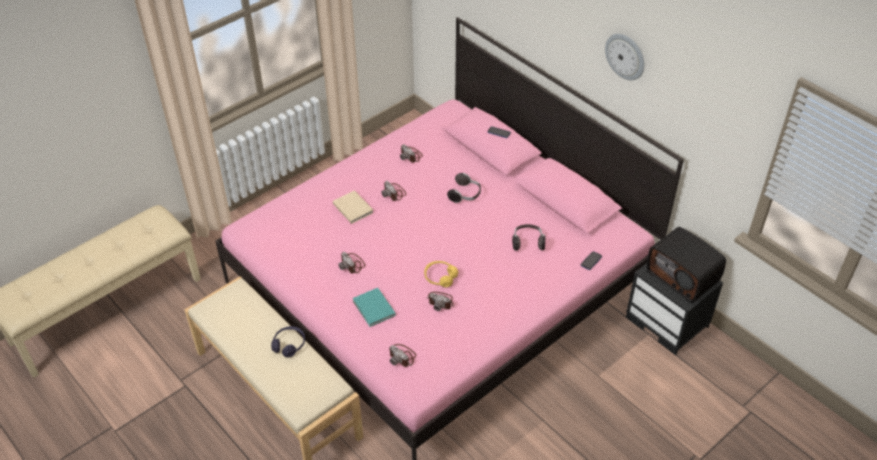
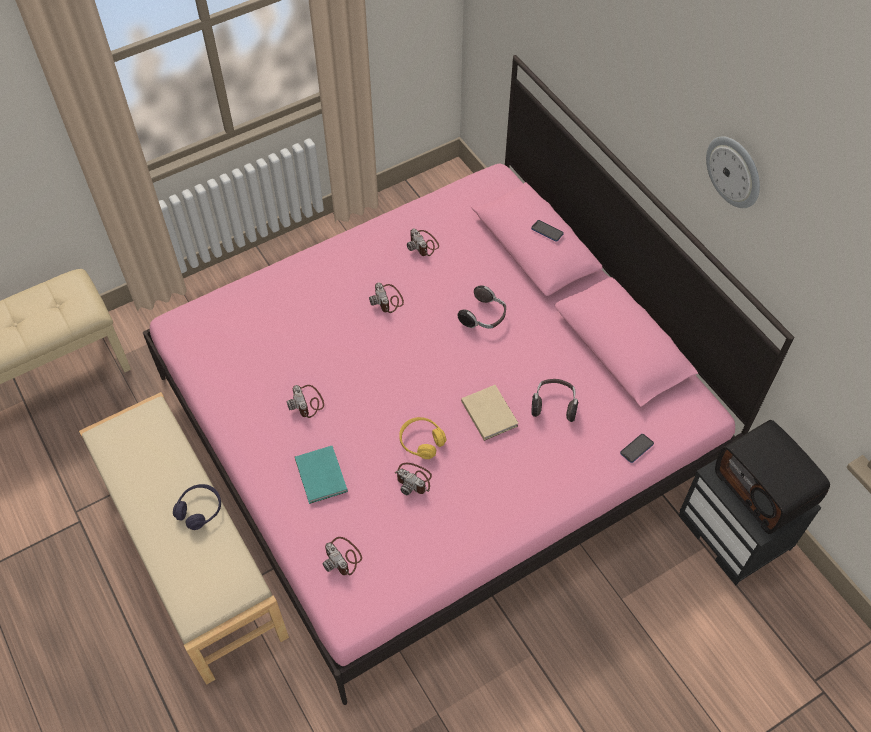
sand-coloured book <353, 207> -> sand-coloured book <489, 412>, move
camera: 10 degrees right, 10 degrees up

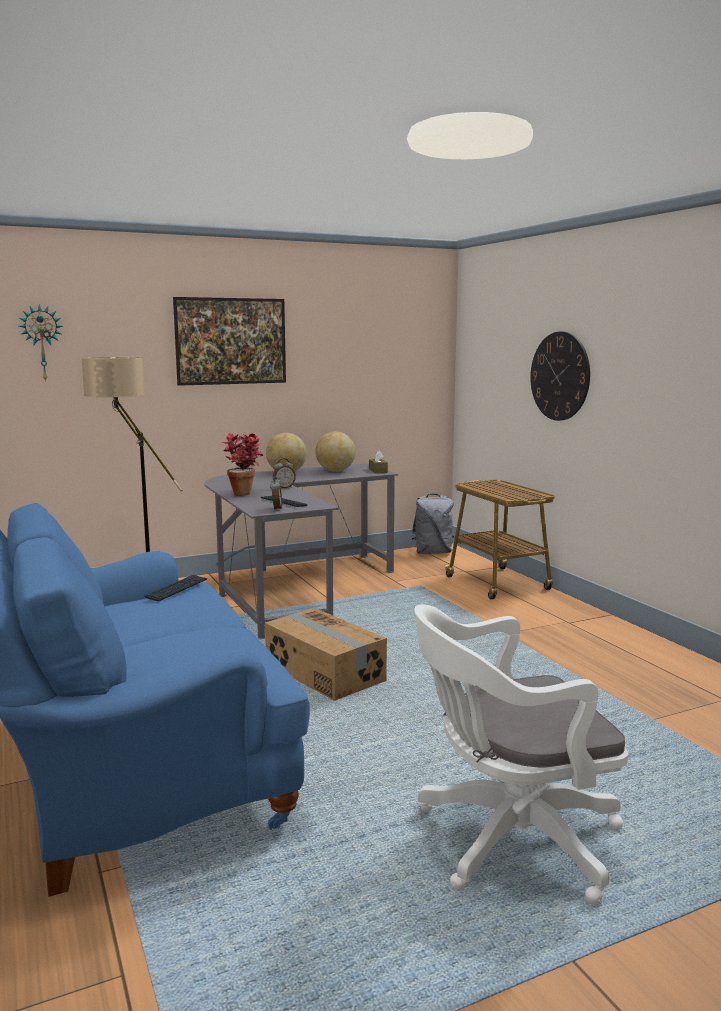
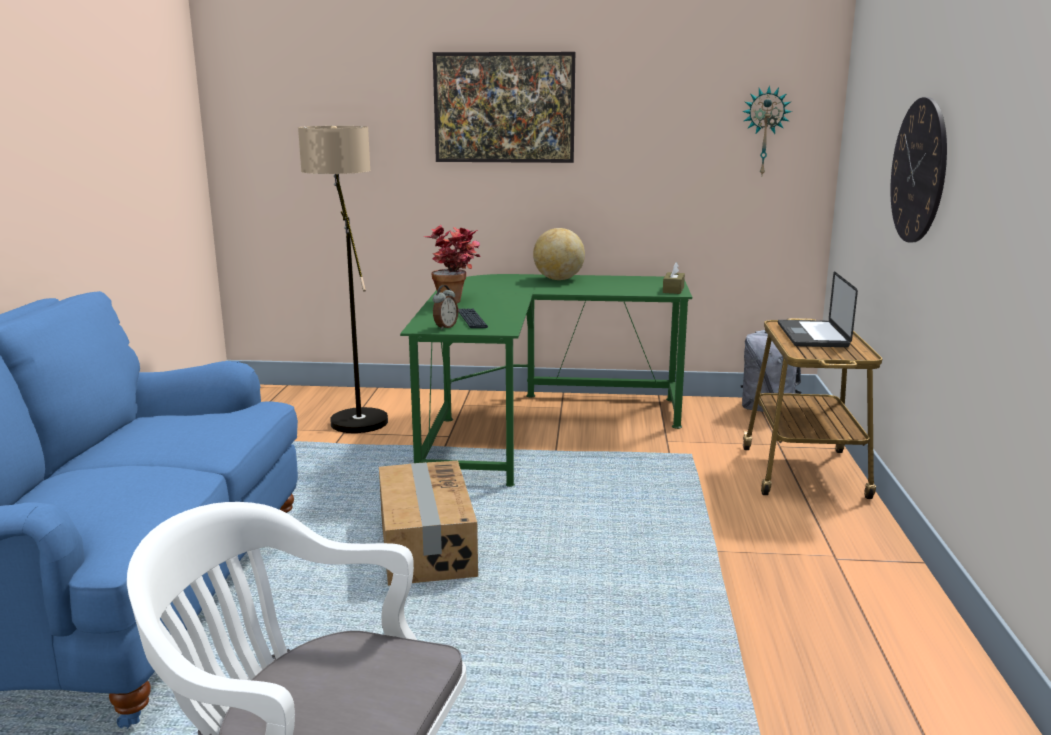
hanging clock <42, 343> -> hanging clock <764, 131>, move
computer keyboard <177, 589> -> none
gray desk table <292, 588> -> green-coloured desk table <534, 425>
bedside clock <284, 488> -> none
globe <335, 471> -> none
none -> laptop <812, 335>
camera: 30 degrees right, 5 degrees up

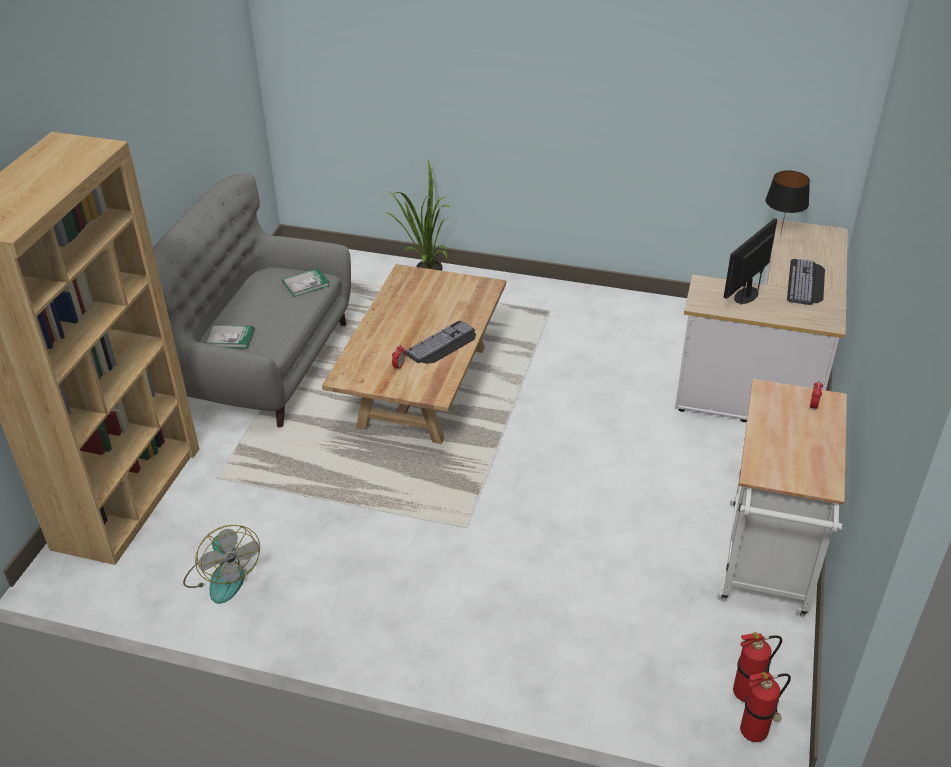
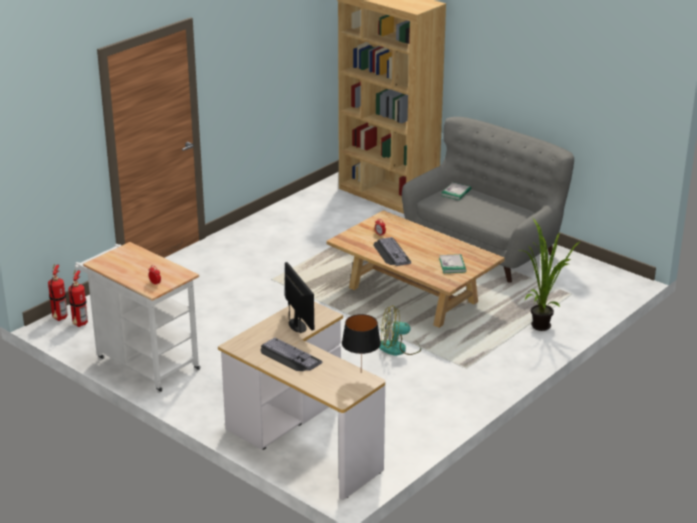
fan <222, 576> -> fan <399, 348>, move
book <306, 284> -> book <452, 265>, move
camera: 115 degrees right, 10 degrees down

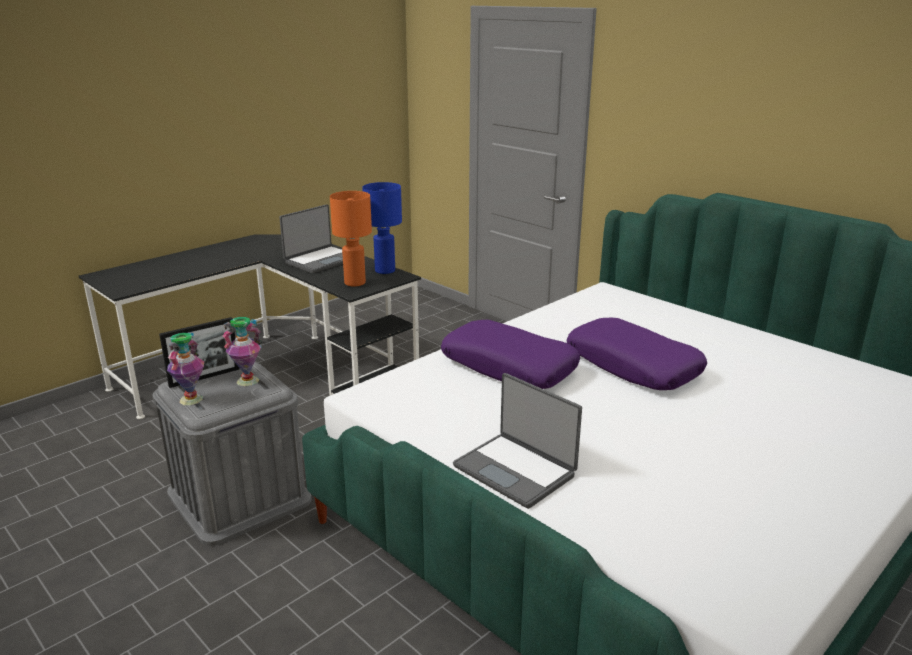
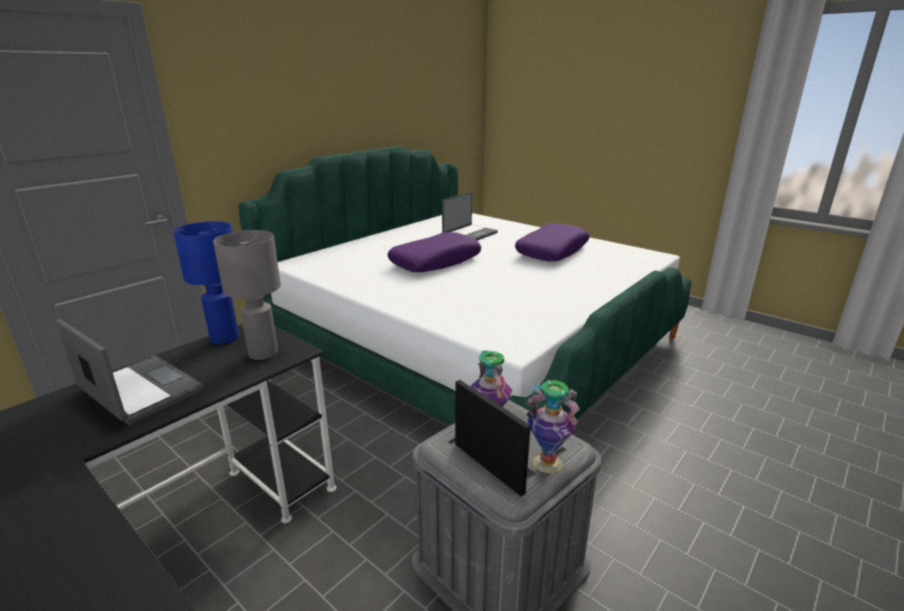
orange-coloured lamp for a table <354, 283> -> gray lamp for a table <262, 353>
purplish throw pillow <509, 366> -> purplish throw pillow <552, 251>, move
laptop <516, 470> -> laptop <469, 234>, move
camera: 95 degrees left, 0 degrees up

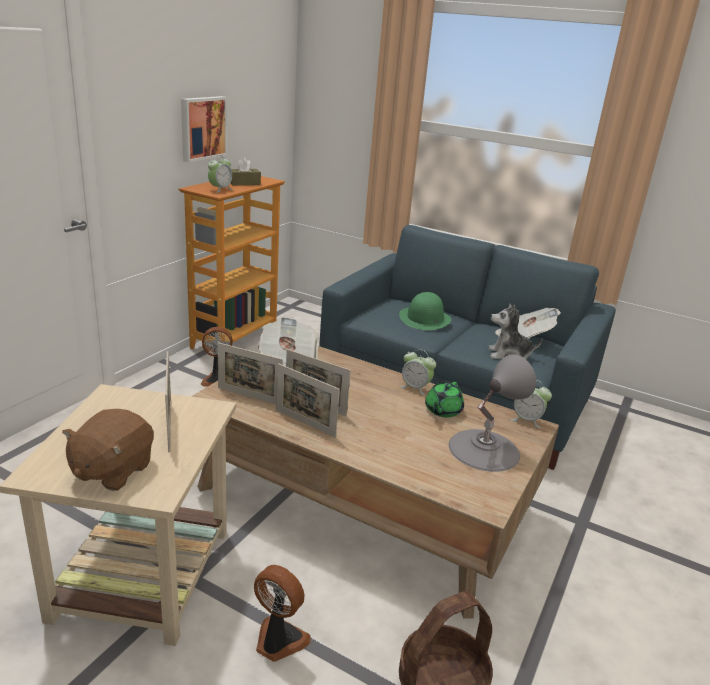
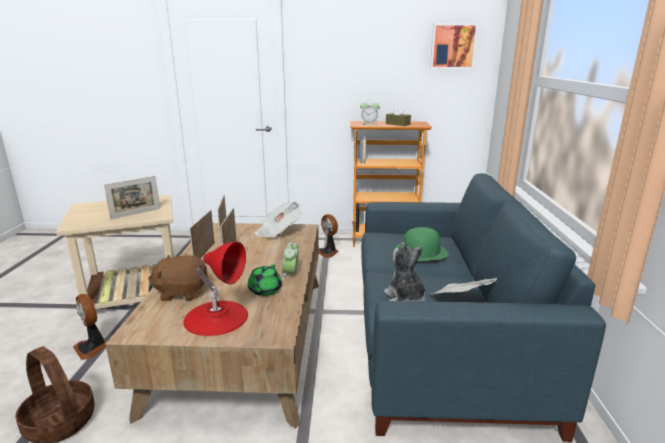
brown-coloured plush toy <111, 470> -> brown-coloured plush toy <182, 292>, move
wall art <202, 128> -> wall art <452, 46>, move
fan <278, 641> -> fan <92, 347>, 135 degrees clockwise
green-coloured tea pot <442, 411> -> green-coloured tea pot <264, 290>, 75 degrees counterclockwise
gray lamp for a table <484, 449> -> red lamp for a table <216, 317>
bedside clock <526, 420> -> none
camera: 65 degrees right, 5 degrees down

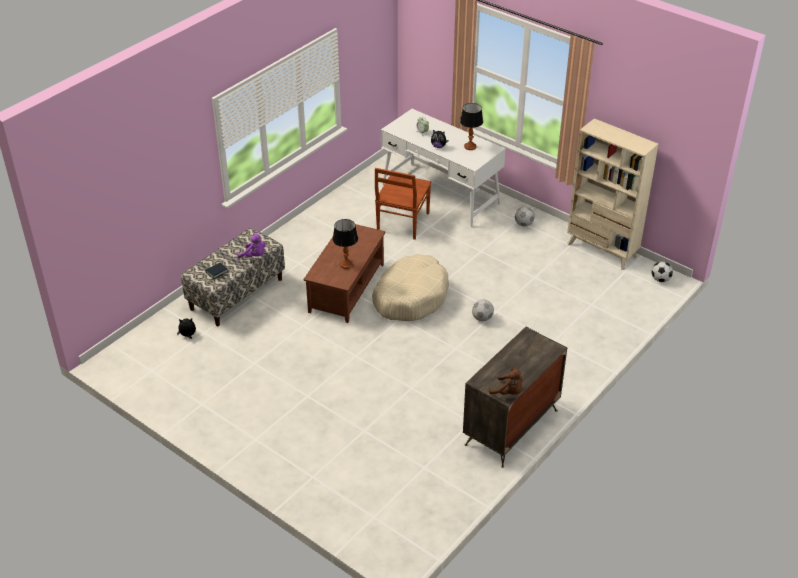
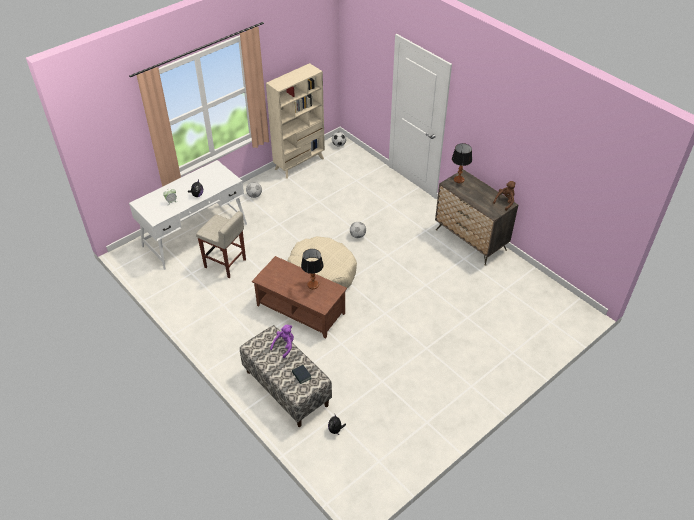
brown-coloured chair <402, 223> -> sand-coloured stool seat <225, 264>
lamp for a table <470, 146> -> lamp for a table <459, 180>, move
camera: 80 degrees left, 5 degrees up

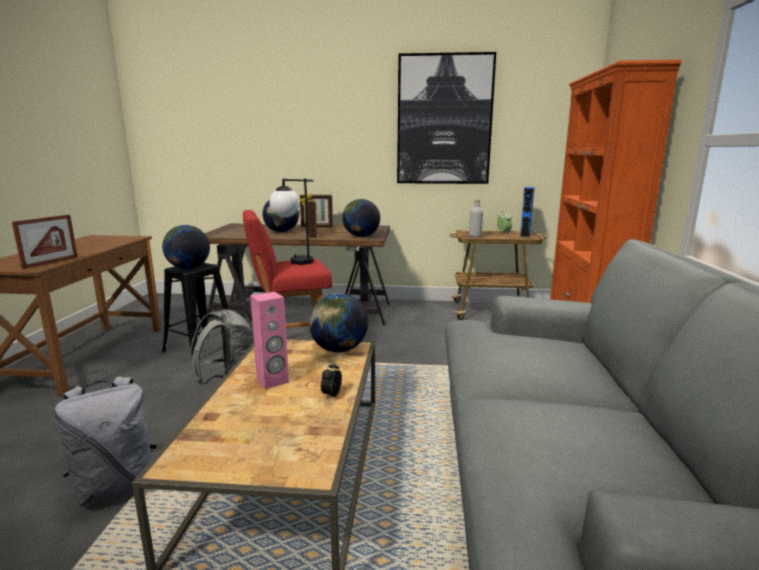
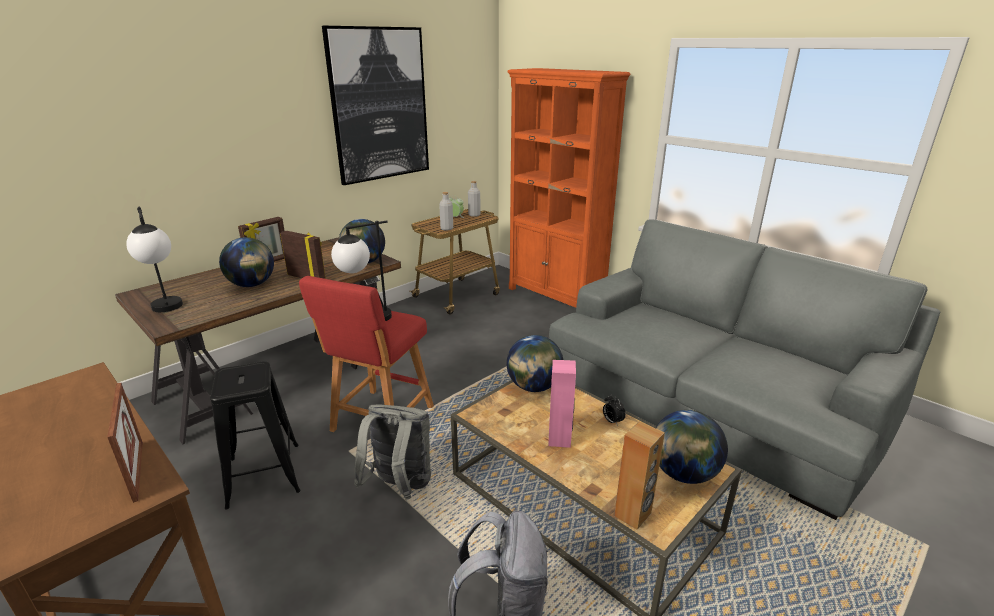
globe <188, 268> -> globe <683, 473>, move
bluish speaker <525, 235> -> gray drink bottle <474, 215>
none -> lamp for a table <168, 310>
none -> brown-coloured speaker <633, 514>
camera: 50 degrees left, 10 degrees up

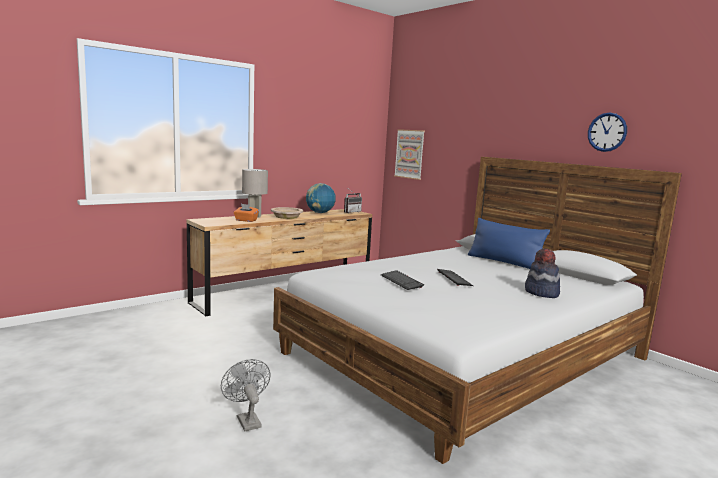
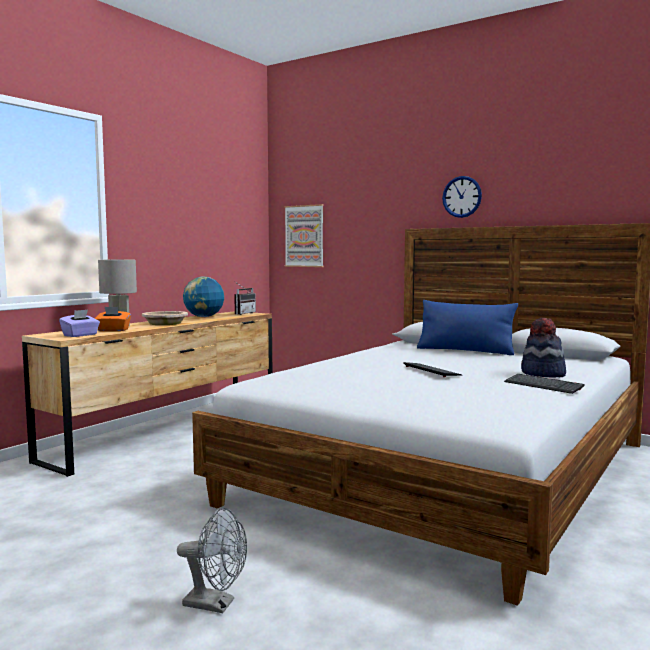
gray fan <246, 420> -> gray fan <216, 604>, 150 degrees clockwise
computer keyboard <401, 281> -> computer keyboard <543, 385>, move
hanging clock <607, 132> -> hanging clock <462, 196>, move
none -> purplish tissue box <80, 335>
camera: 15 degrees left, 5 degrees down

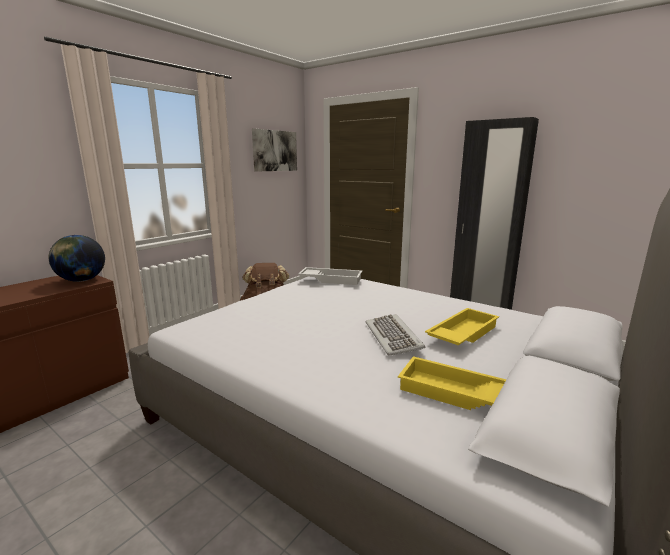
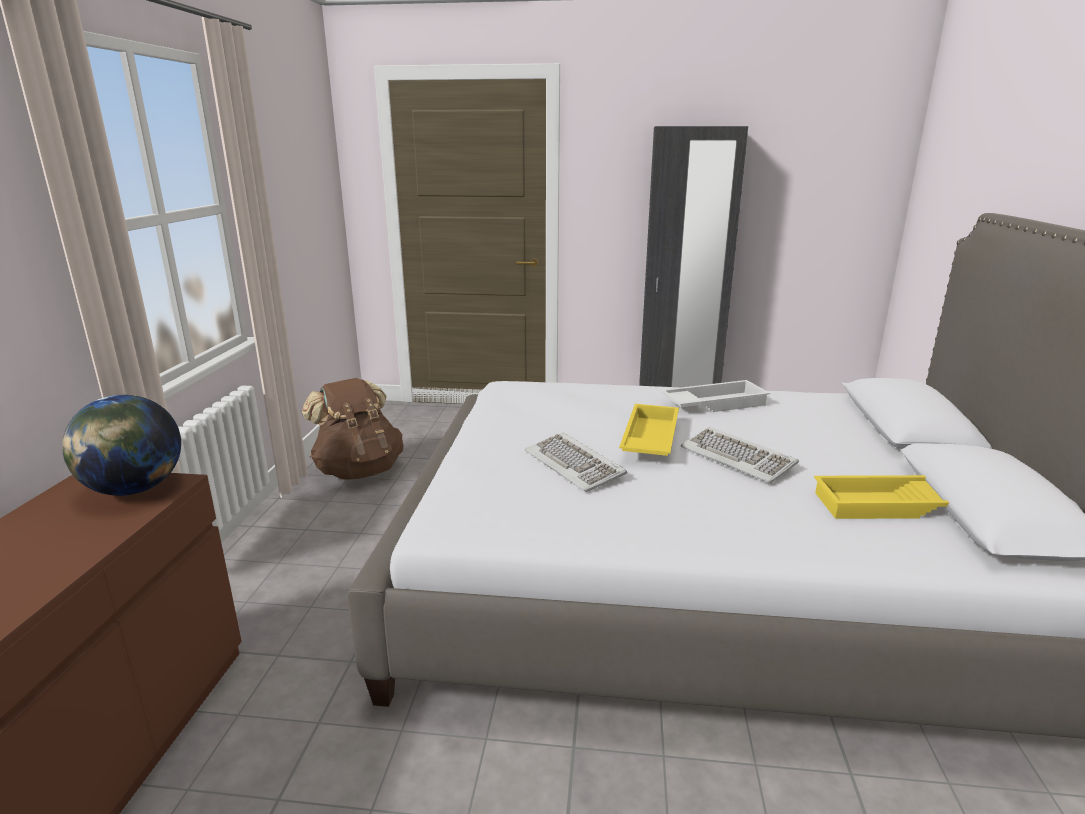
wall art <274, 151> -> none
white carrying tray <331, 279> -> white carrying tray <714, 403>, move
yellowish carrying tray <461, 333> -> yellowish carrying tray <648, 439>, move
none -> computer keyboard <575, 465>
camera: 30 degrees left, 5 degrees up

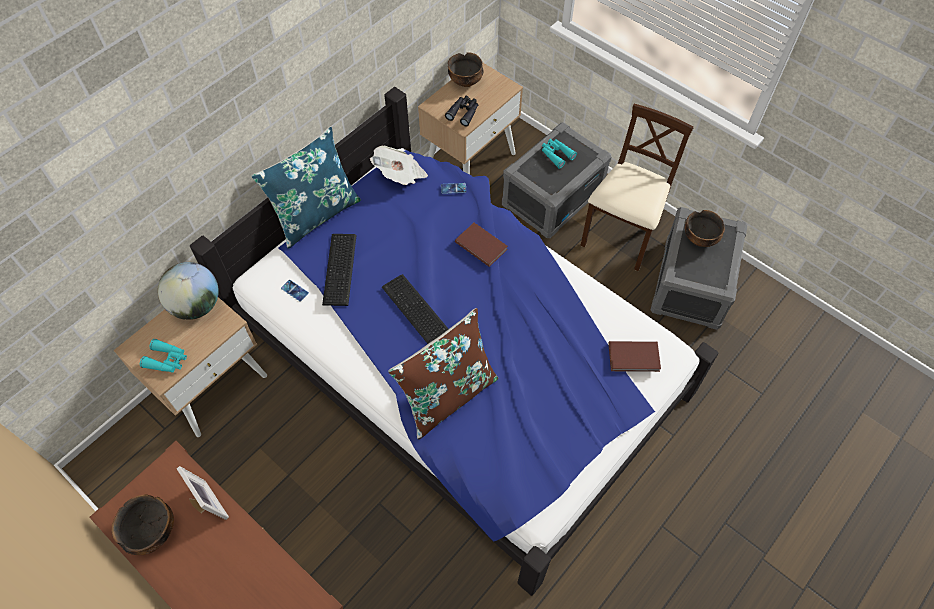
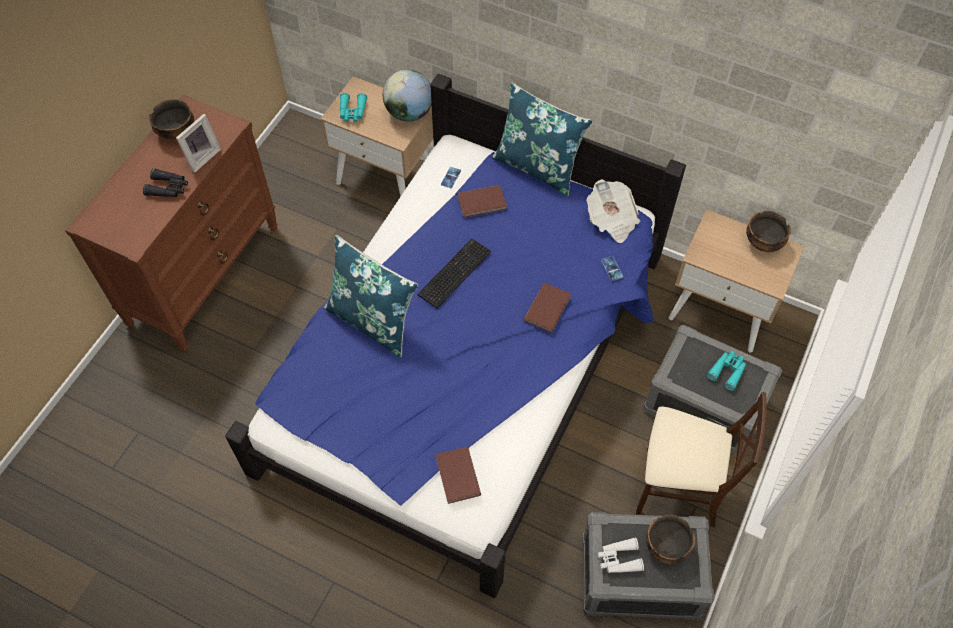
computer keyboard <341, 268> -> brown-coloured book <482, 203>
brown-coloured throw pillow <447, 395> -> bluish throw pillow <373, 320>
black pair of binoculars <463, 112> -> black pair of binoculars <168, 188>, move
none -> white pair of binoculars <618, 559>
camera: 75 degrees right, 0 degrees up

